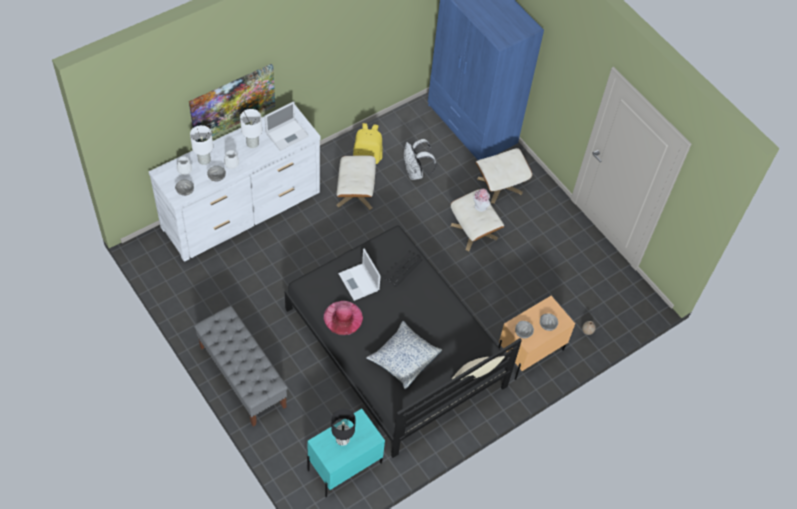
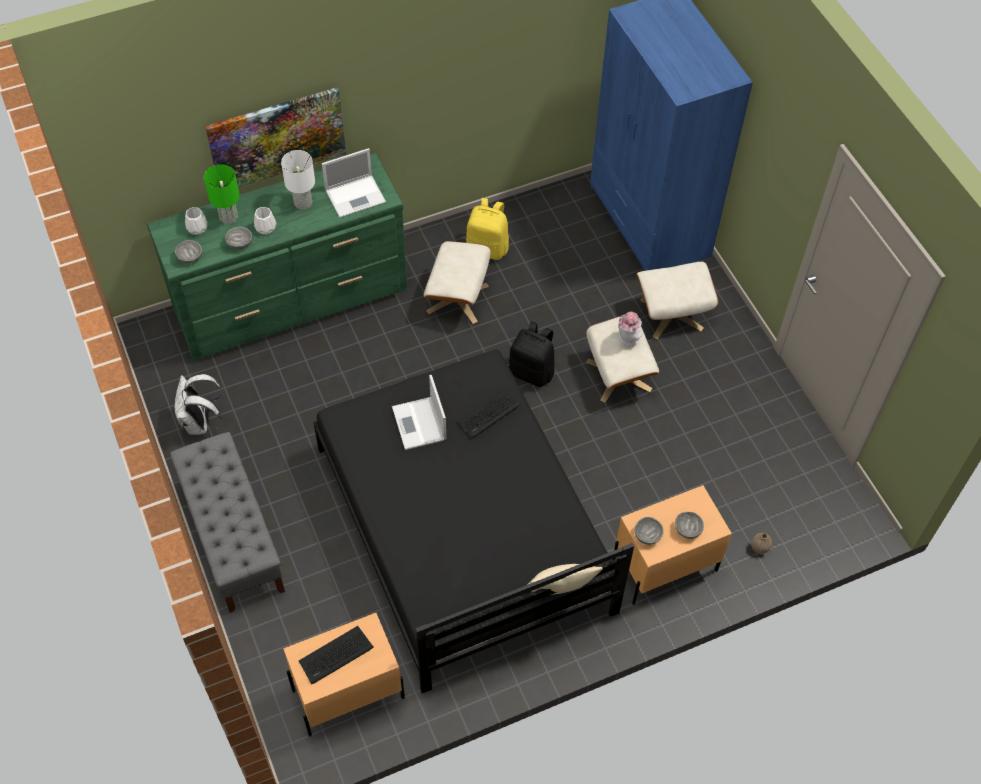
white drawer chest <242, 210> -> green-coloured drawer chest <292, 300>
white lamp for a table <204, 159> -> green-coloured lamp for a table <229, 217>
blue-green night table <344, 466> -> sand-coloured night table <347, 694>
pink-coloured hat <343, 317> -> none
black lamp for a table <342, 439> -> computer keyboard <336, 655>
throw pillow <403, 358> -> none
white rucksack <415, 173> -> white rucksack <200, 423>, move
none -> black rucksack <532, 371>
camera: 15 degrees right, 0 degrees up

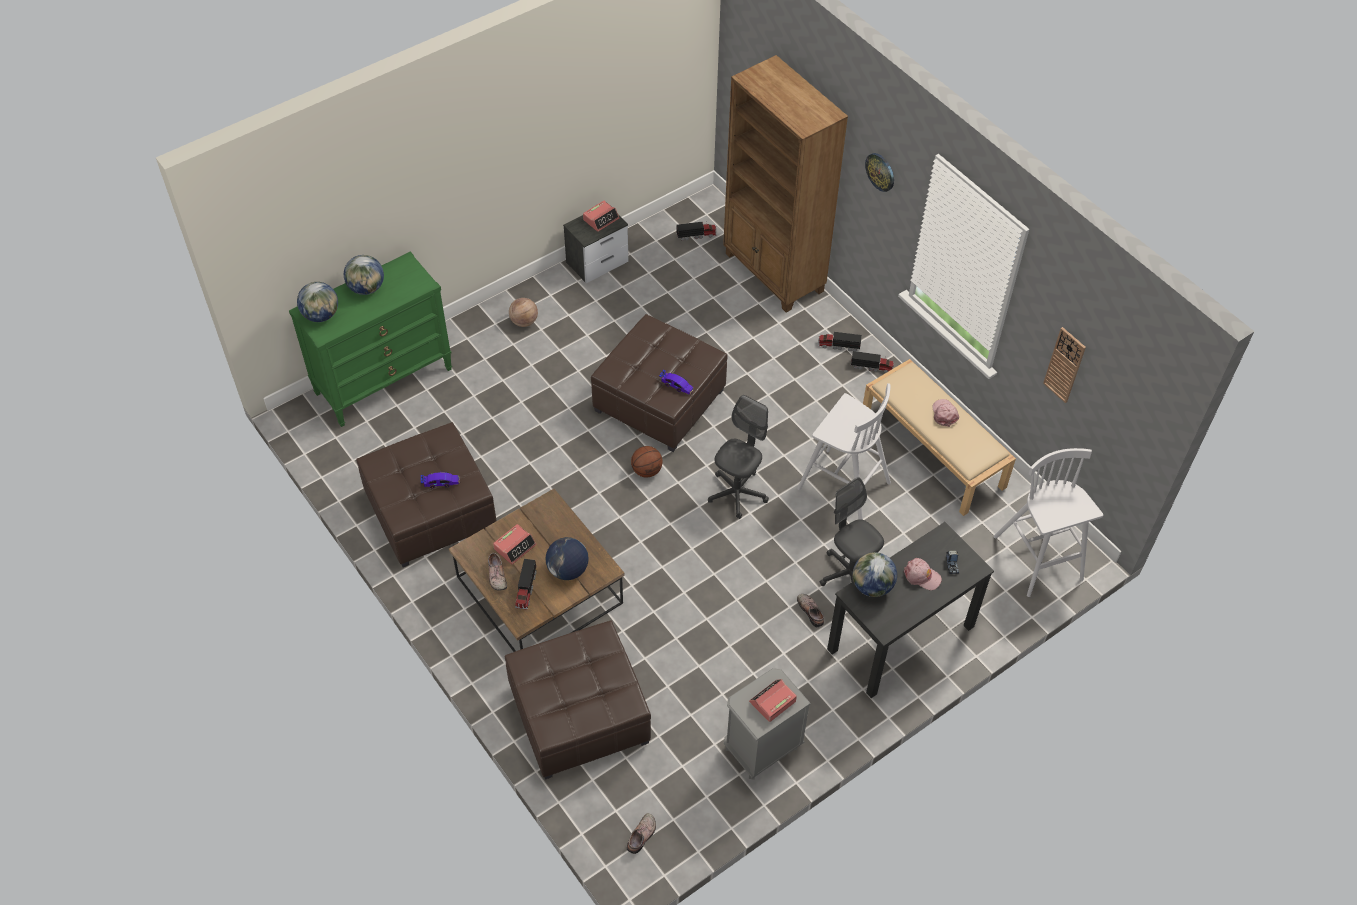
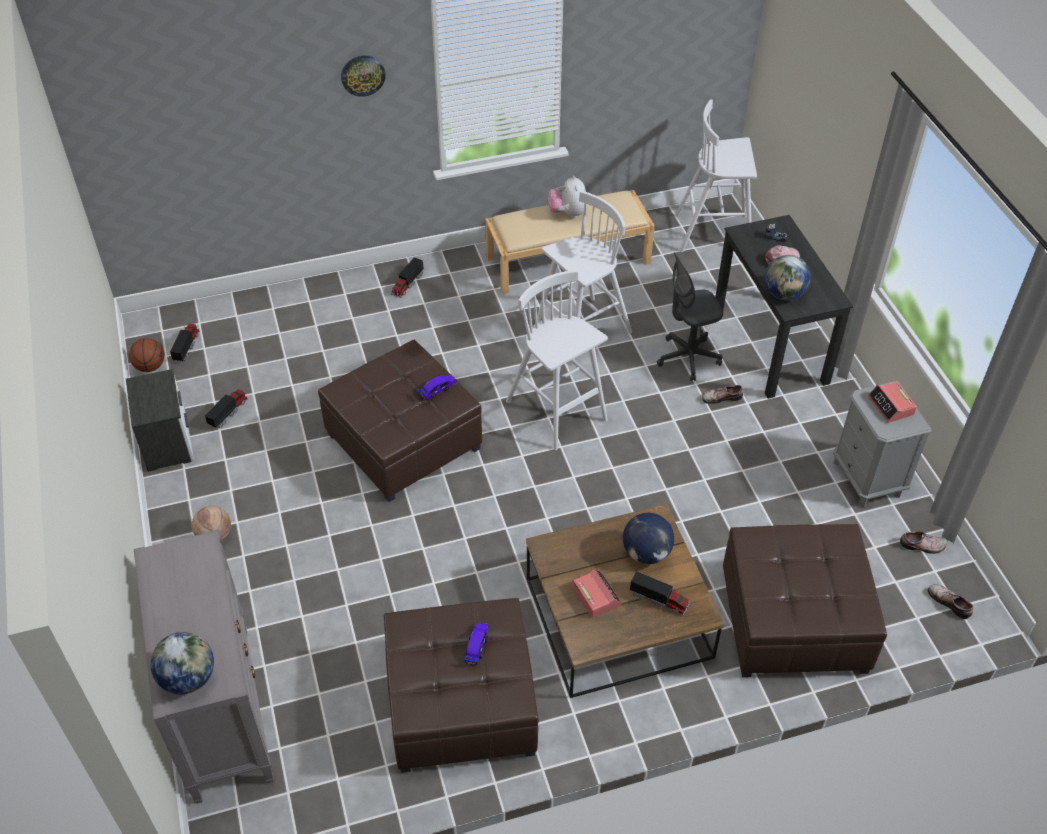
green-coloured drawer chest <384, 380> -> gray drawer chest <221, 711>
globe <367, 288> -> none
item of footwear <496, 575> -> item of footwear <922, 546>, move
bedside clock <601, 219> -> none
ball for basketball <647, 470> -> ball for basketball <150, 366>, move
gray office chair <737, 493> -> white stool seat <557, 412>
brown-coloured shelving unit <774, 273> -> none
toy lorry <872, 367> -> toy lorry <228, 412>, move
pink-coloured cap <944, 414> -> plush toy <568, 213>
hanging clock <1064, 365> -> none
camera: 70 degrees left, 5 degrees down

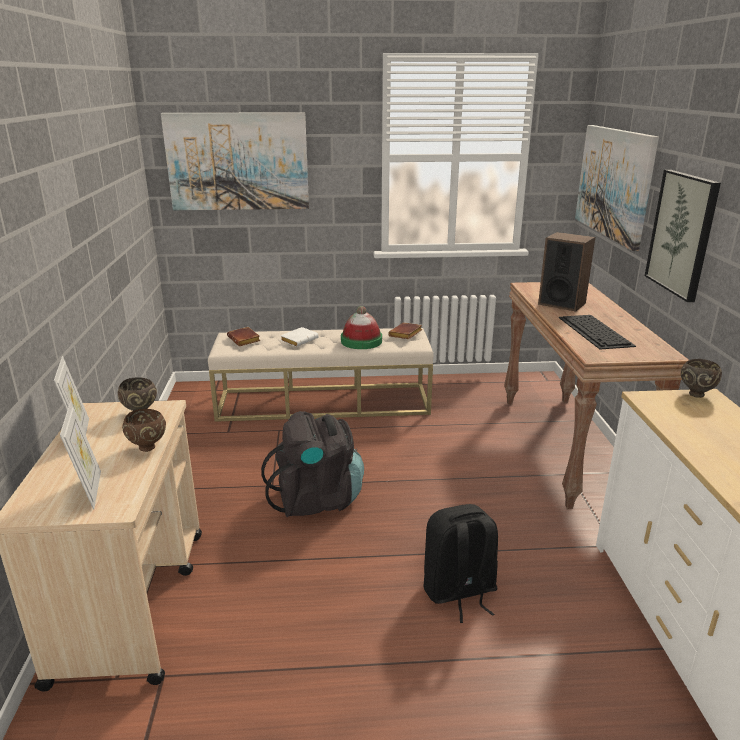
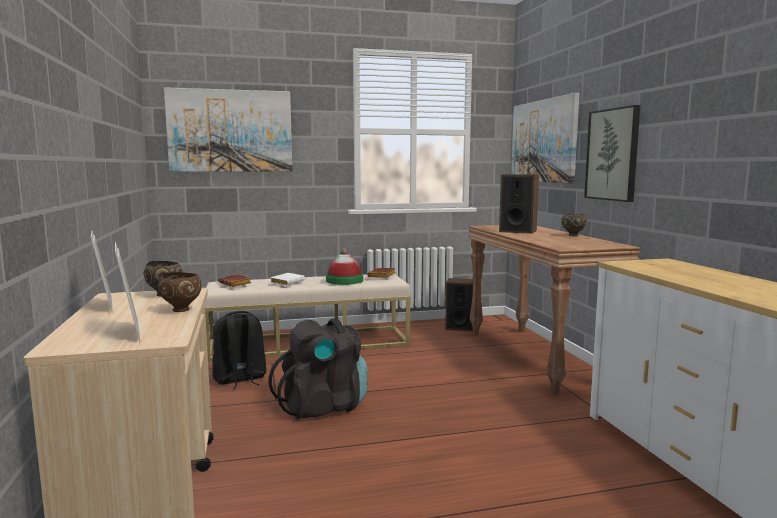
black rucksack <459, 592> -> black rucksack <239, 379>, move
computer keyboard <595, 331> -> none
brown-coloured serving bowl <696, 394> -> brown-coloured serving bowl <573, 235>, move
none -> speaker <460, 327>
camera: 10 degrees left, 15 degrees down

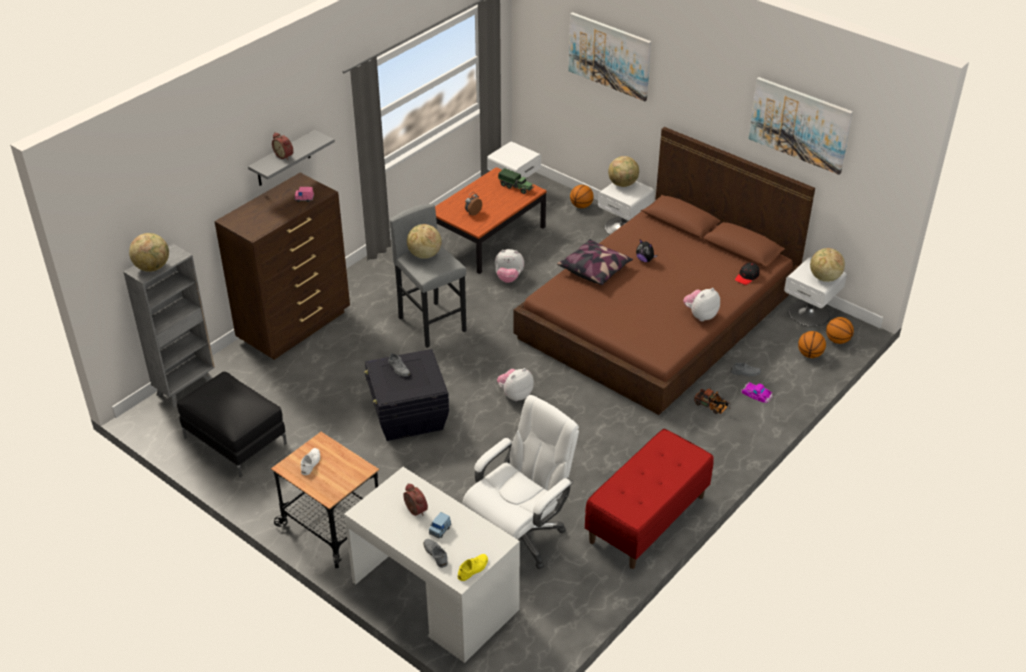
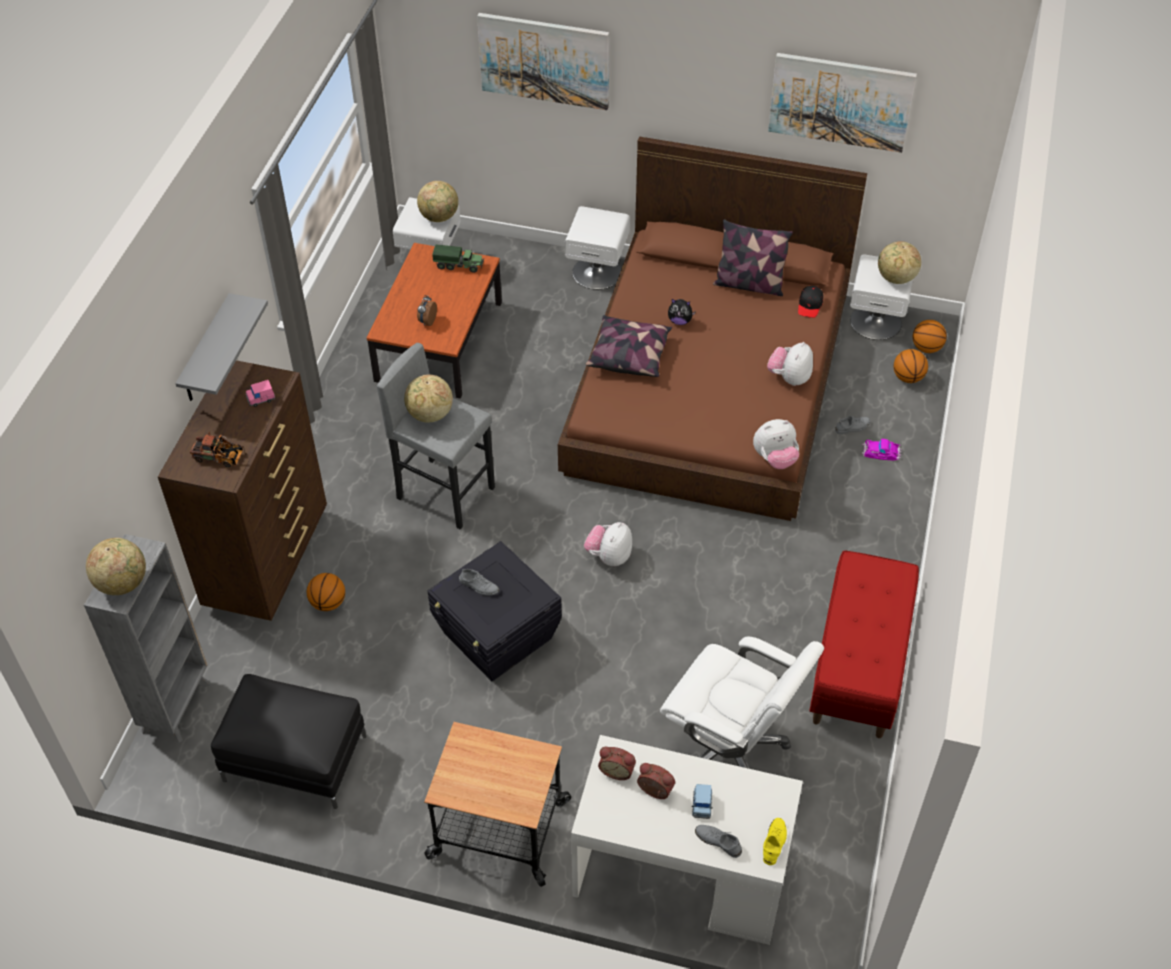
bedside clock <284, 155> -> bedside clock <617, 770>, move
white item of footwear <311, 463> -> none
white office chair <519, 536> -> white office chair <730, 748>, 105 degrees clockwise
plush toy <509, 278> -> plush toy <775, 459>, move
ball for basketball <581, 206> -> ball for basketball <328, 603>, move
globe <623, 184> -> globe <439, 217>, move
toy lorry <712, 407> -> toy lorry <221, 458>, move
none -> throw pillow <749, 284>
camera: 25 degrees left, 10 degrees up

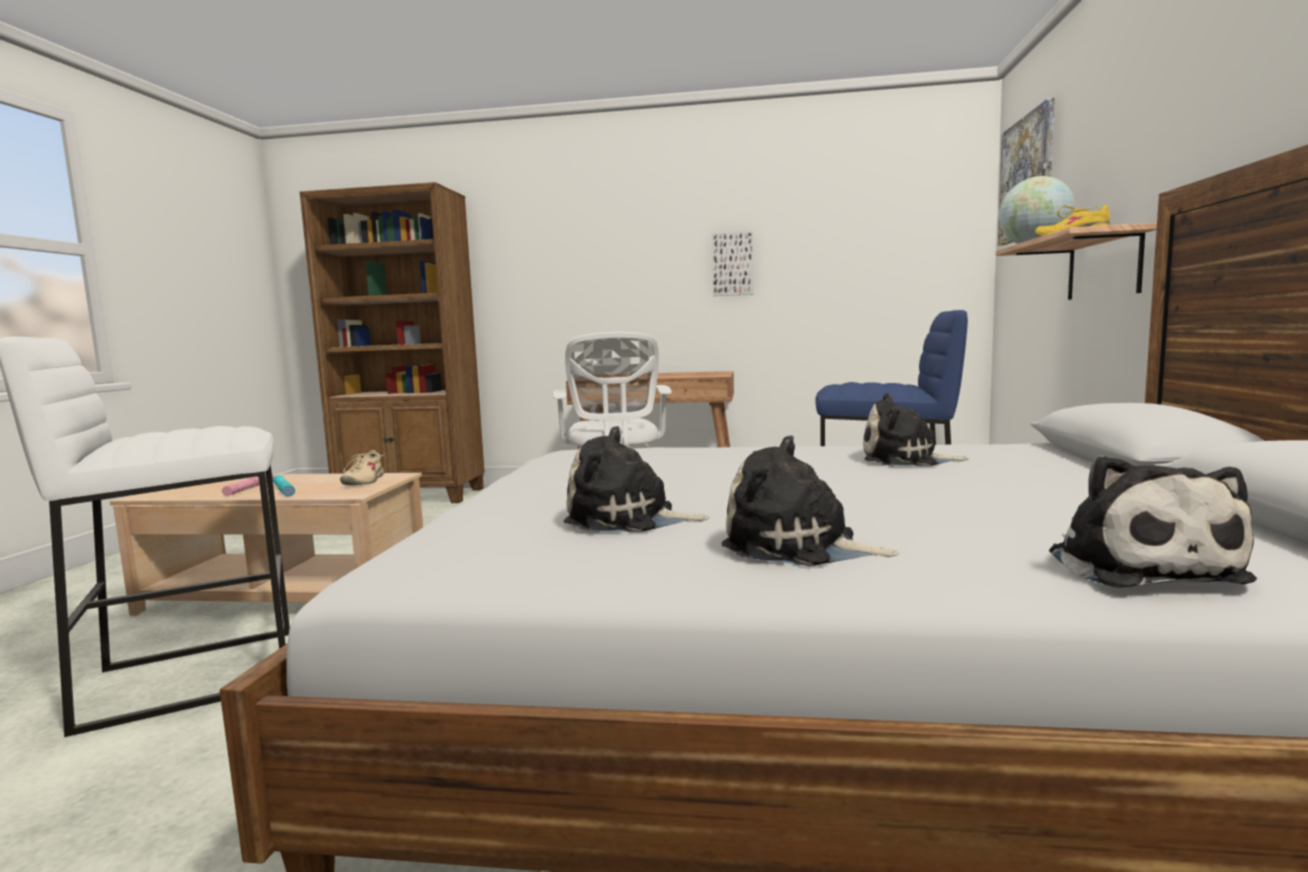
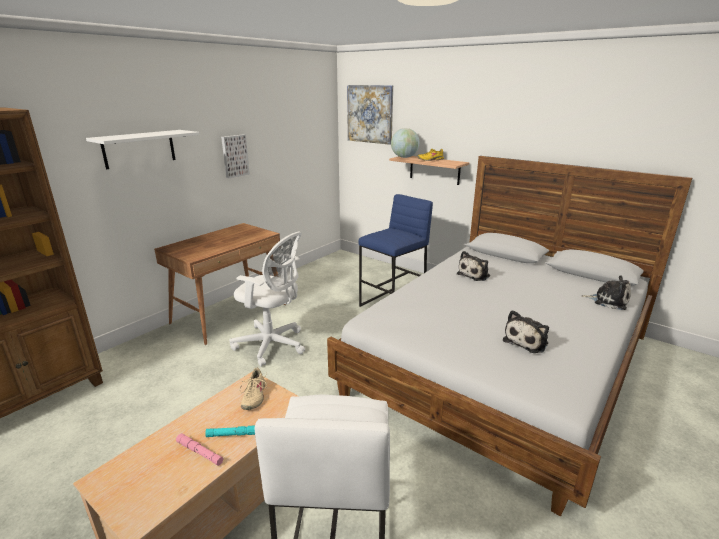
sand-coloured item of footwear <363, 481> -> sand-coloured item of footwear <253, 396>, 60 degrees clockwise
plush toy <798, 546> -> none
none -> white shelf <139, 149>
camera: 60 degrees left, 15 degrees up

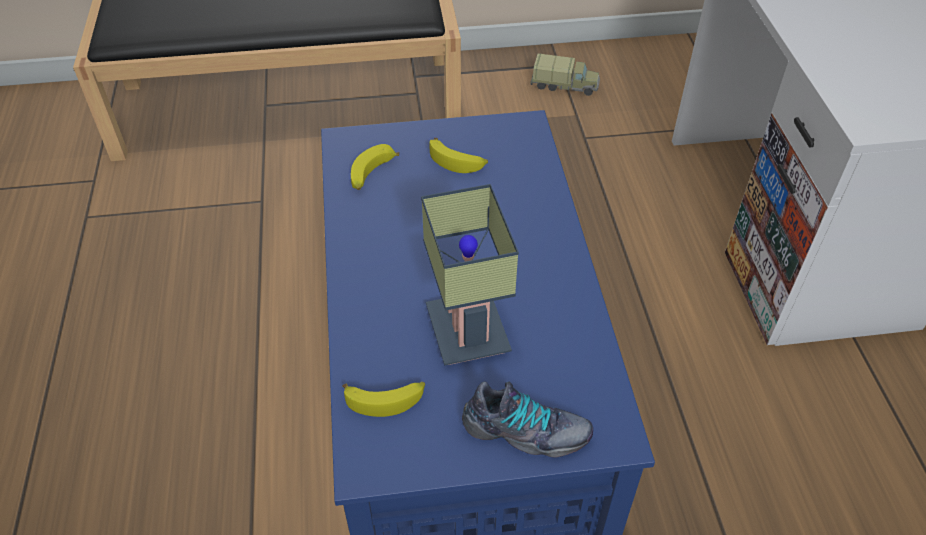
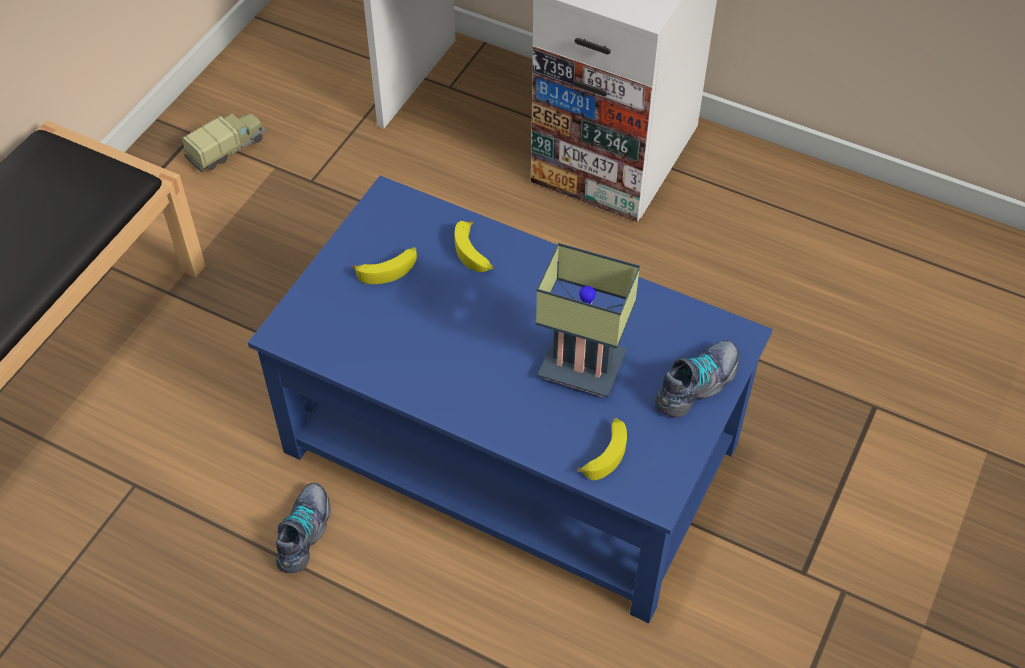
banana fruit <372, 175> -> banana fruit <474, 253>, move
none -> item of footwear <304, 532>
camera: 55 degrees left, 5 degrees up

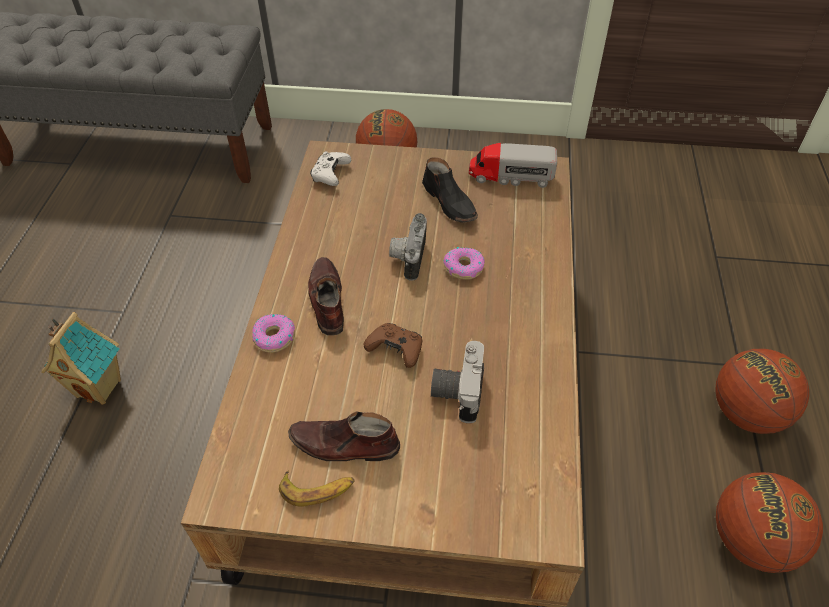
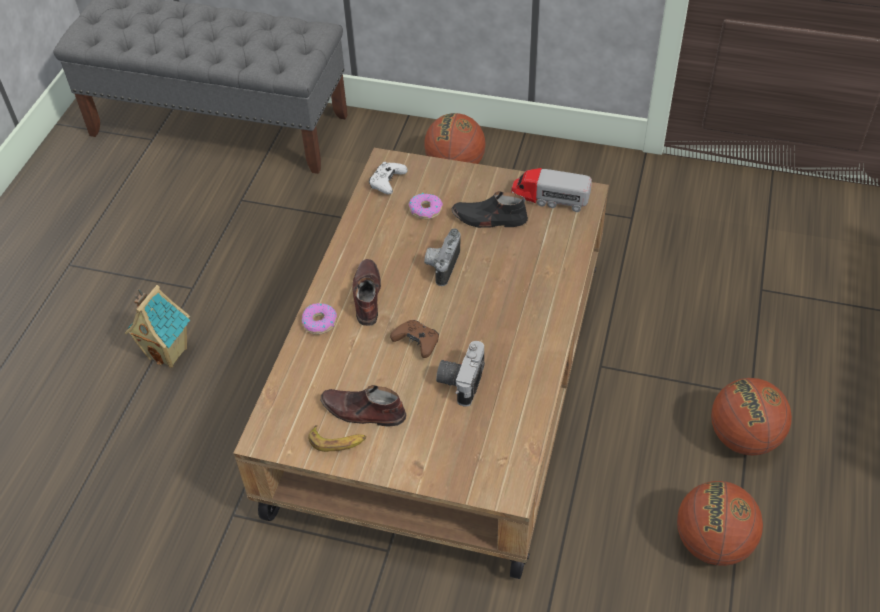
black item of footwear <450, 202> -> black item of footwear <489, 219>, 120 degrees clockwise
donut <463, 267> -> donut <425, 210>, move
camera: 10 degrees right, 0 degrees up

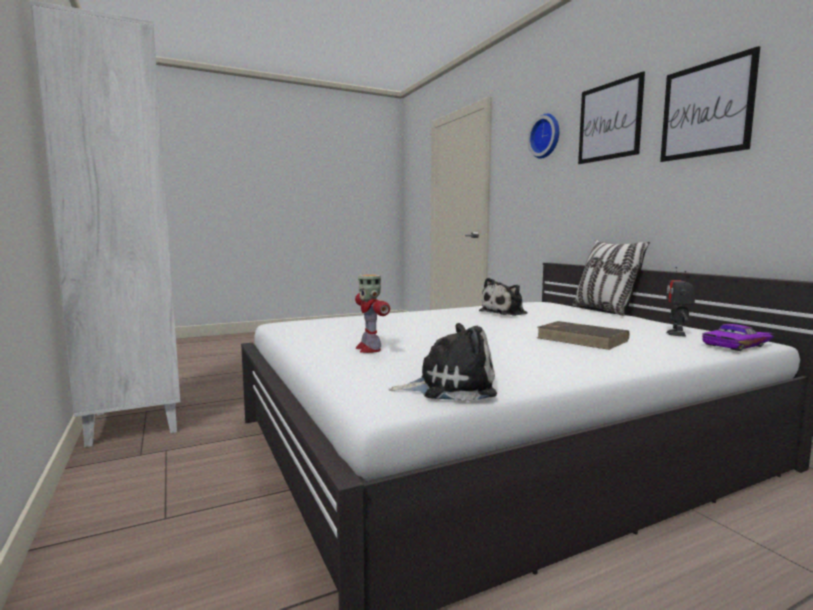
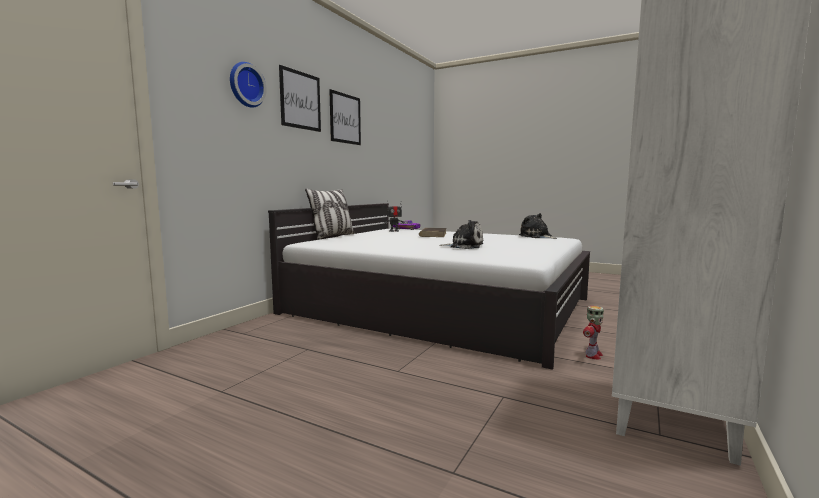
robot figure <369, 349> -> robot figure <593, 355>, move
plush toy <505, 313> -> plush toy <464, 246>, move
camera: 125 degrees left, 0 degrees up

